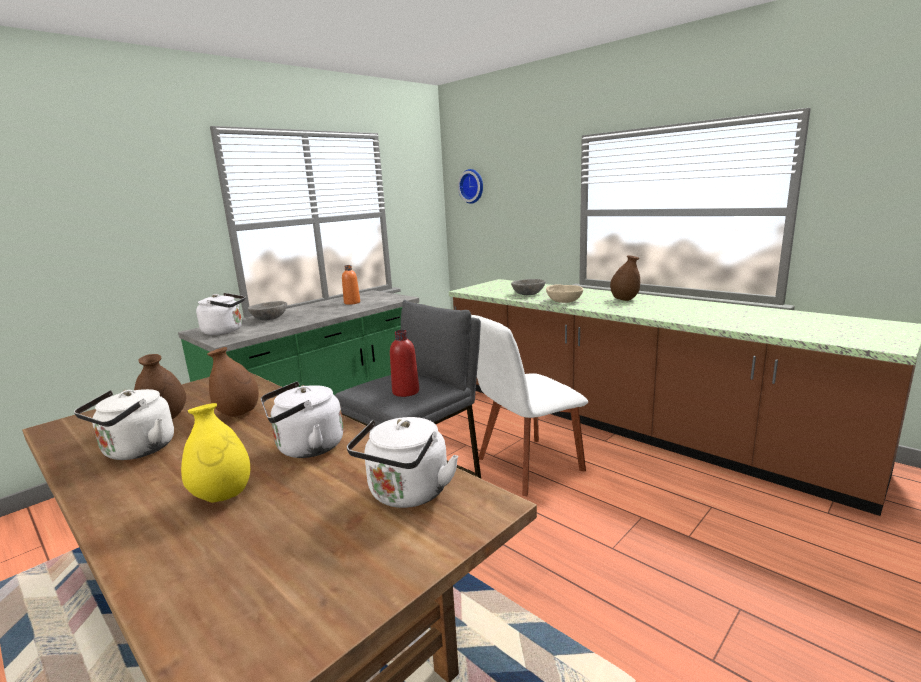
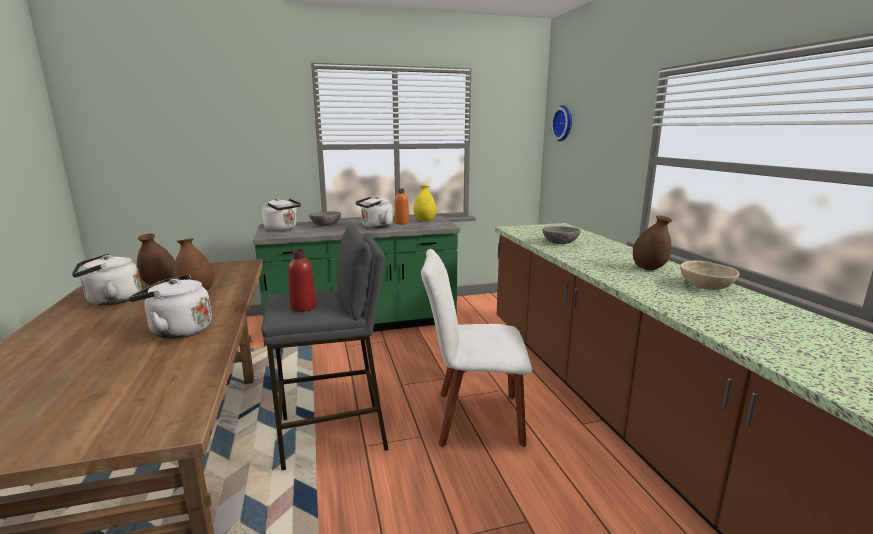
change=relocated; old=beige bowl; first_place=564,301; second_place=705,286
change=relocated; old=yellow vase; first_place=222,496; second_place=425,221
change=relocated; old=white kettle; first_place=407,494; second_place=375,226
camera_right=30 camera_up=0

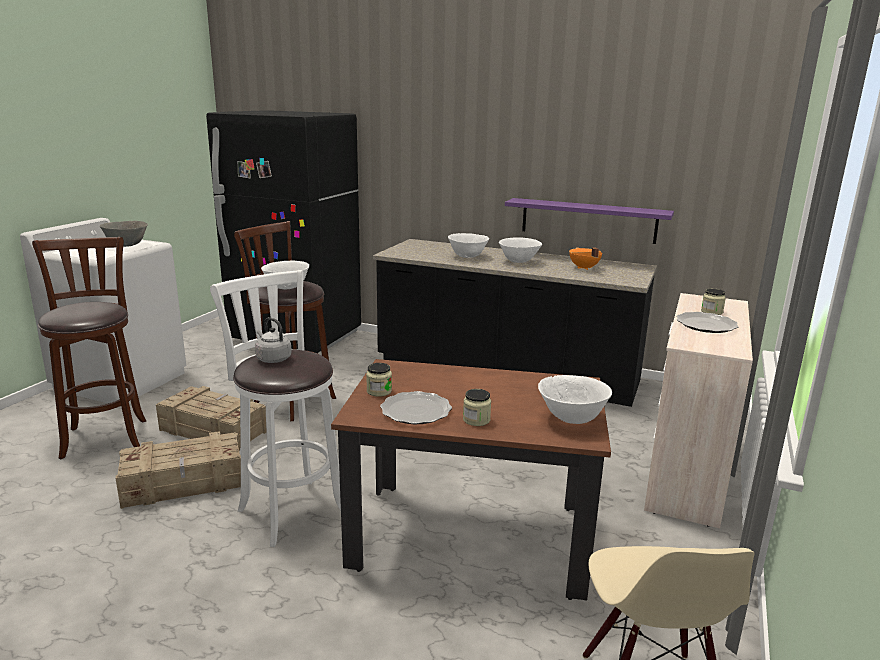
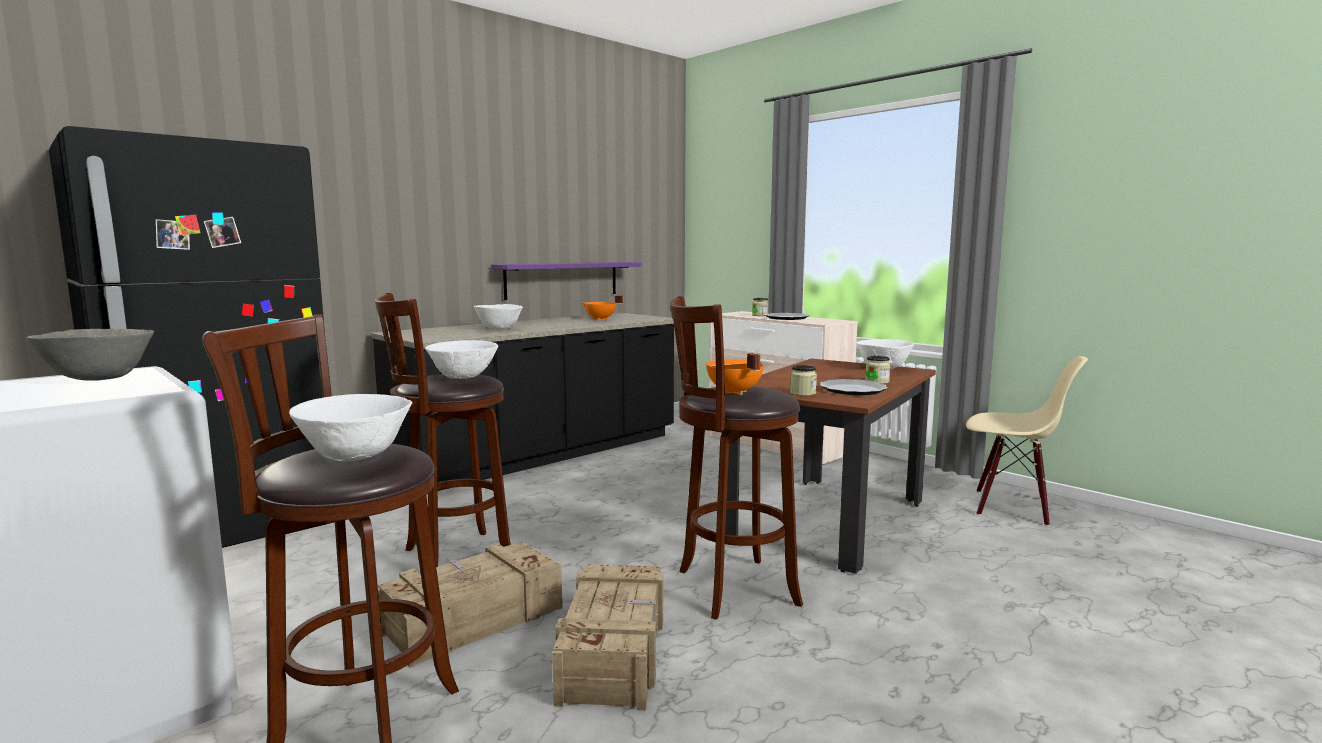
change=relocated; old=white bowl; first_place=519,262; second_place=356,457
change=colour; old=white stool; new=brown stool; first_place=290,508; second_place=731,588
change=exchanged; old=grey kettle; new=orange cooking pot; first_place=272,359; second_place=733,392
camera_right=-65 camera_up=-10

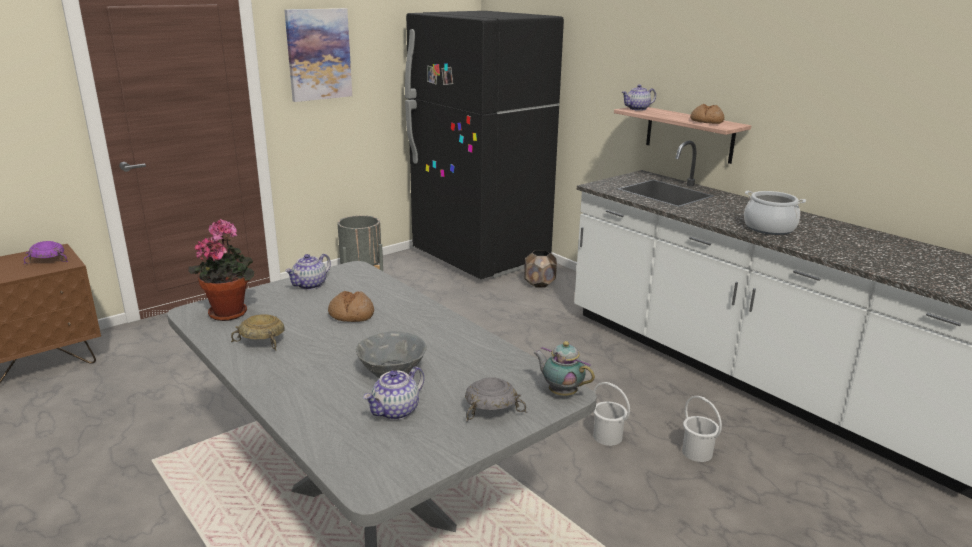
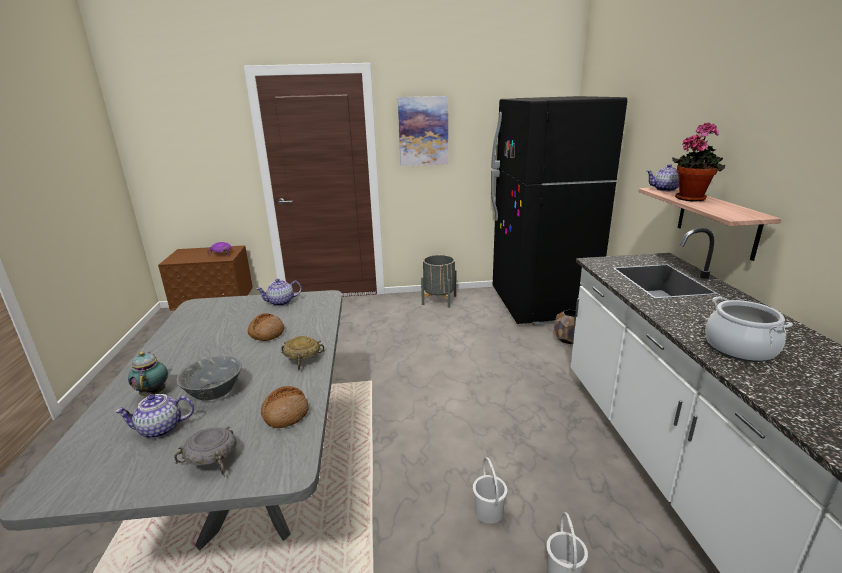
change=relocated; old=bread; first_place=706,121; second_place=285,413
change=relocated; old=potted plant; first_place=230,312; second_place=691,198
change=relocated; old=beige bowl; first_place=263,342; second_place=302,360
change=relocated; old=teapot; first_place=561,392; second_place=154,392
camera_right=35 camera_up=0

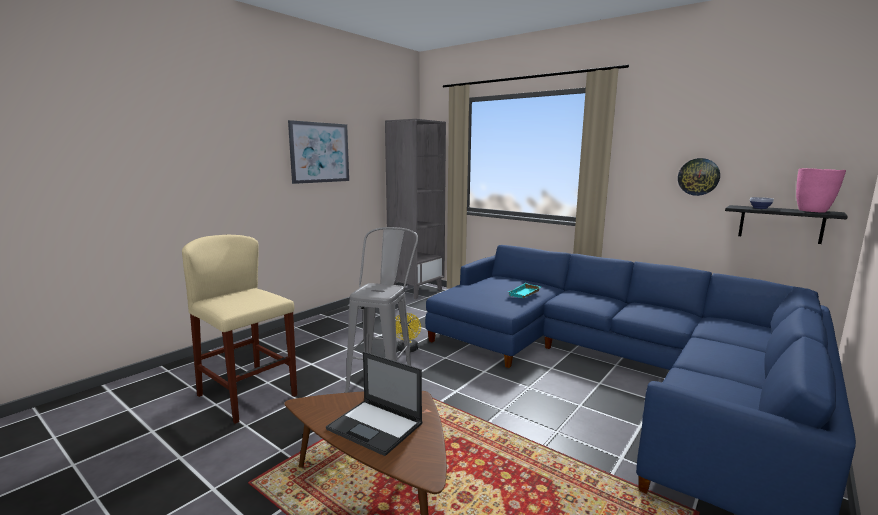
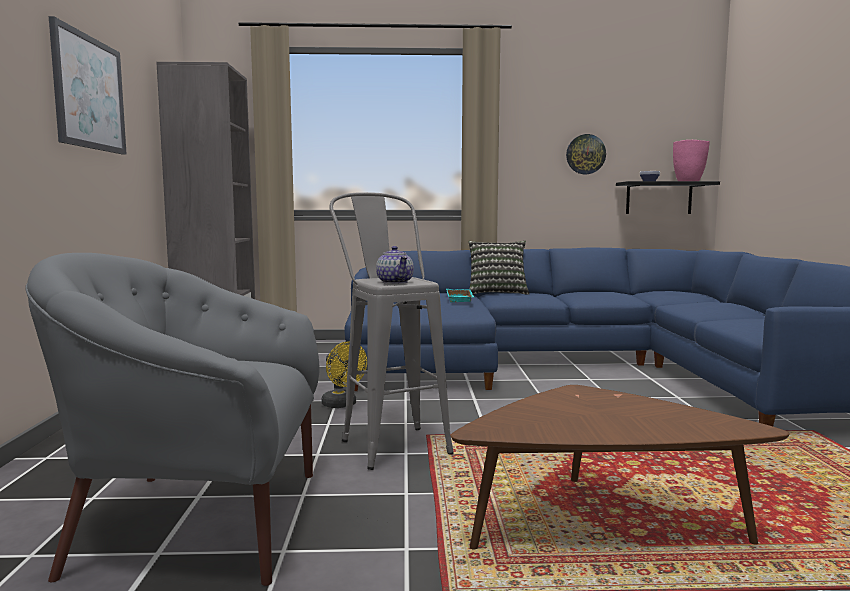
change=exchanged; old=beige stool; new=grey armchair; first_place=247,395; second_place=198,521
change=missing; old=laptop; first_place=376,426
change=appeared; new=pillow; second_place=497,292
change=appeared; new=teapot; second_place=395,282
camera_right=-40 camera_up=-5

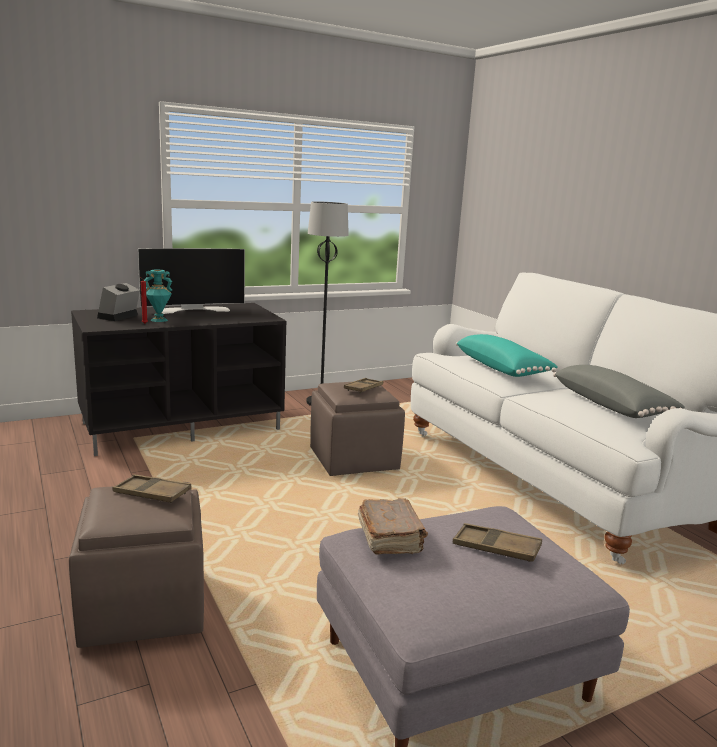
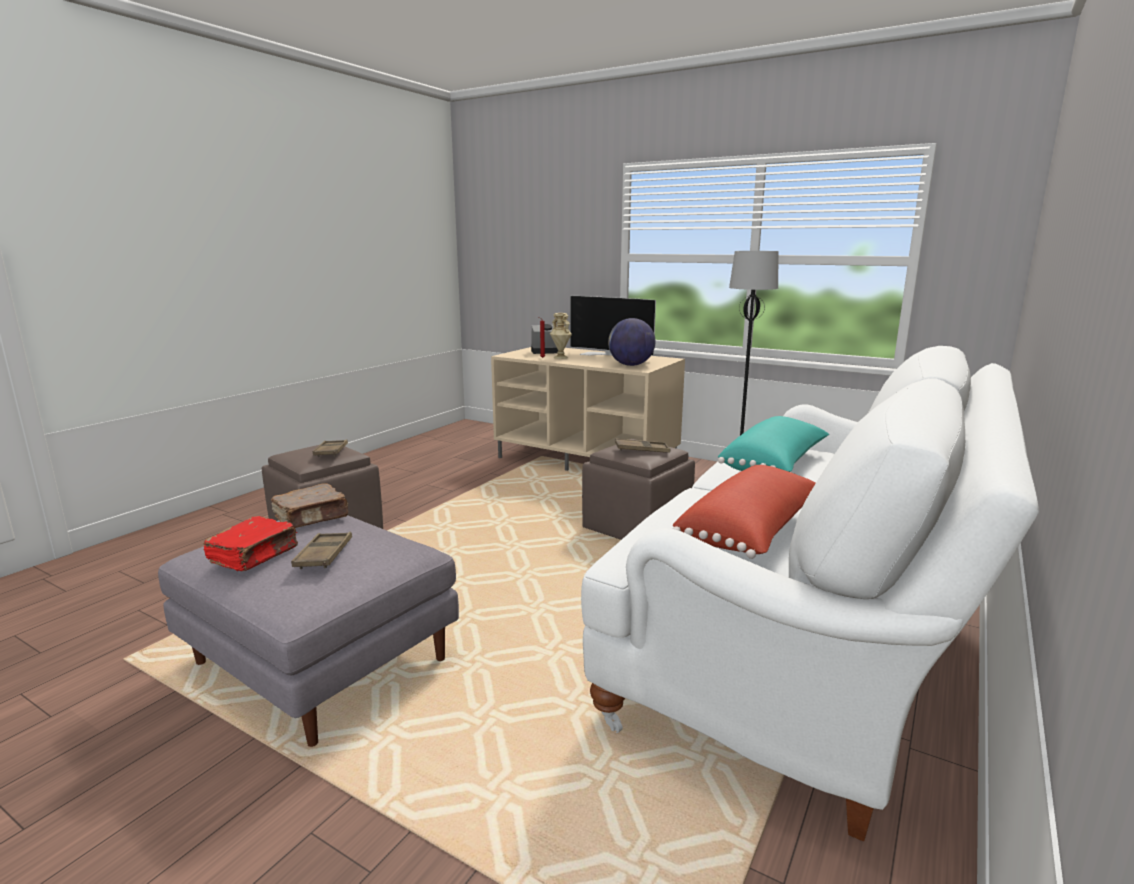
change=colour; old=turquoise vase; new=beige vase; first_place=159,320; second_place=560,357
change=colour; old=black tv stand; new=beige tv stand; first_place=183,426; second_place=588,460
change=colour; old=grey pillow; new=red pillow; first_place=612,406; second_place=753,532
change=appeared; new=globe; second_place=631,365
change=appeared; new=red book; second_place=255,556
camera_right=60 camera_up=0

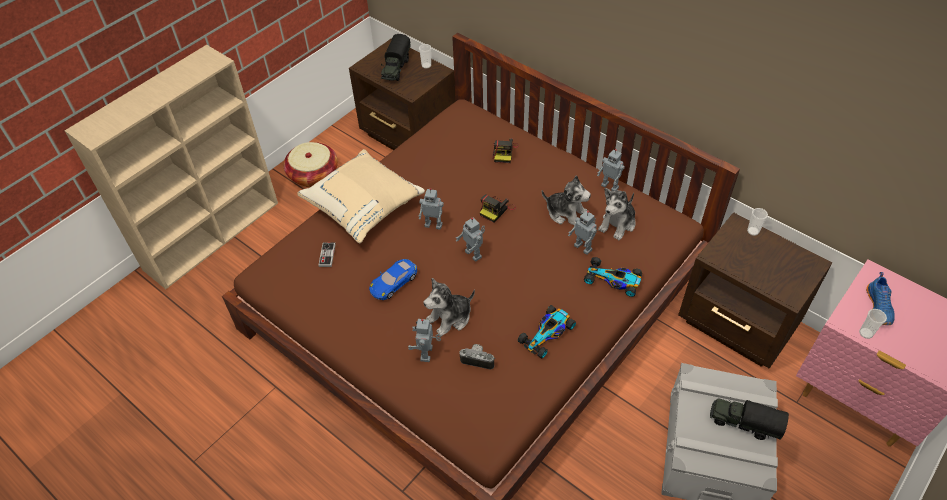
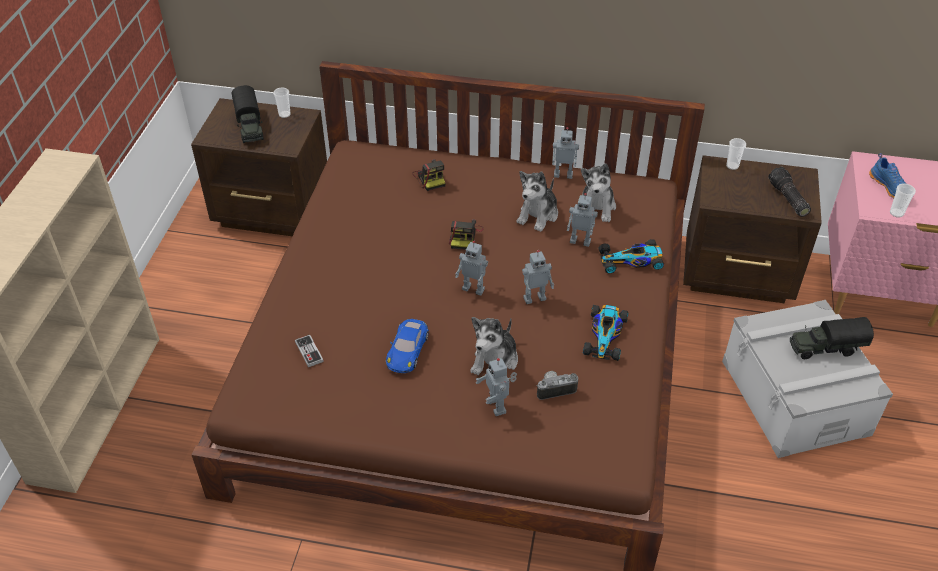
change=missing; old=basket; first_place=313,174
change=missing; old=beige pillow; first_place=364,207
change=spun; old=plush toy; first_place=566,213; second_place=538,215; degrees=120
change=relocated; old=toy robot; first_place=433,224; second_place=534,298
change=appeared; new=flashlight; second_place=787,198
camera_right=-30 camera_up=-5

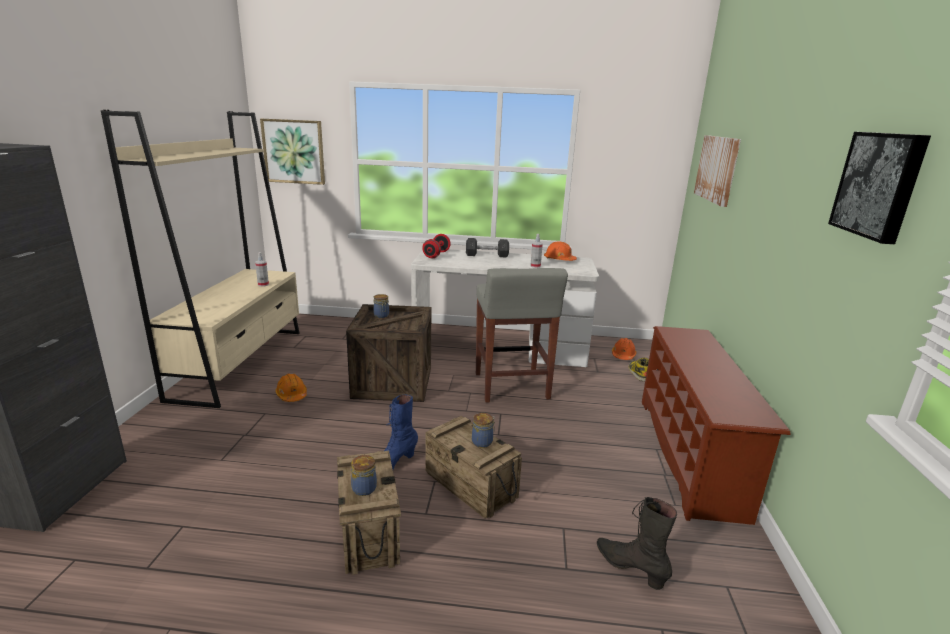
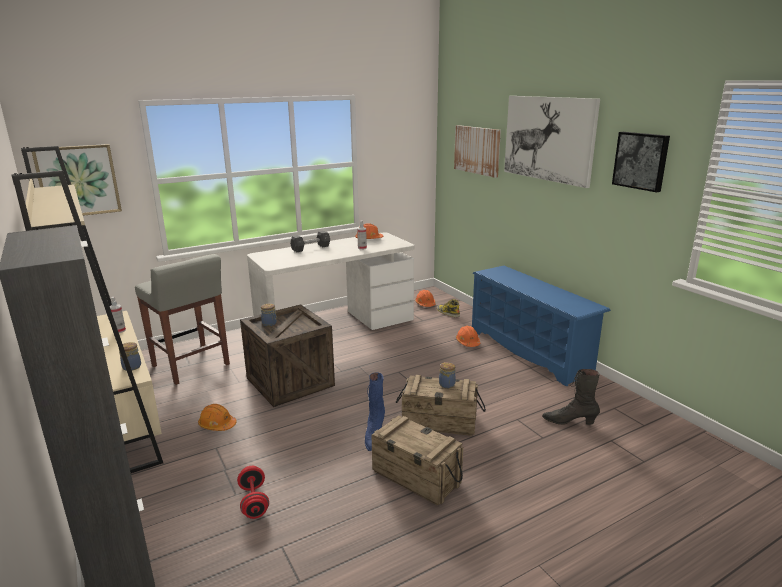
change=relocated; old=red dumbbell; first_place=436,255; second_place=254,502
change=relocated; old=grey stool; first_place=511,387; second_place=191,366
change=colour; old=brown shoe rack; new=blue shoe rack; first_place=690,454; second_place=530,351
change=relocated; old=jar; first_place=363,488; second_place=131,367
change=appeared; new=picture; second_place=548,139
change=appeared; new=orange hard hat; second_place=468,342
camera_right=-35 camera_up=0

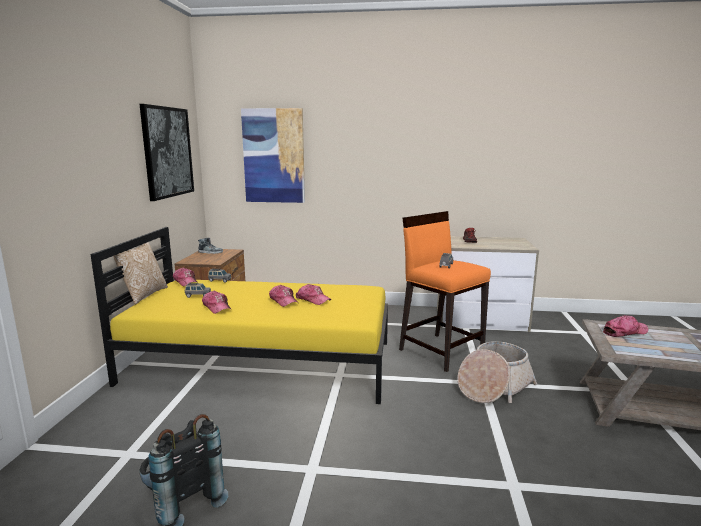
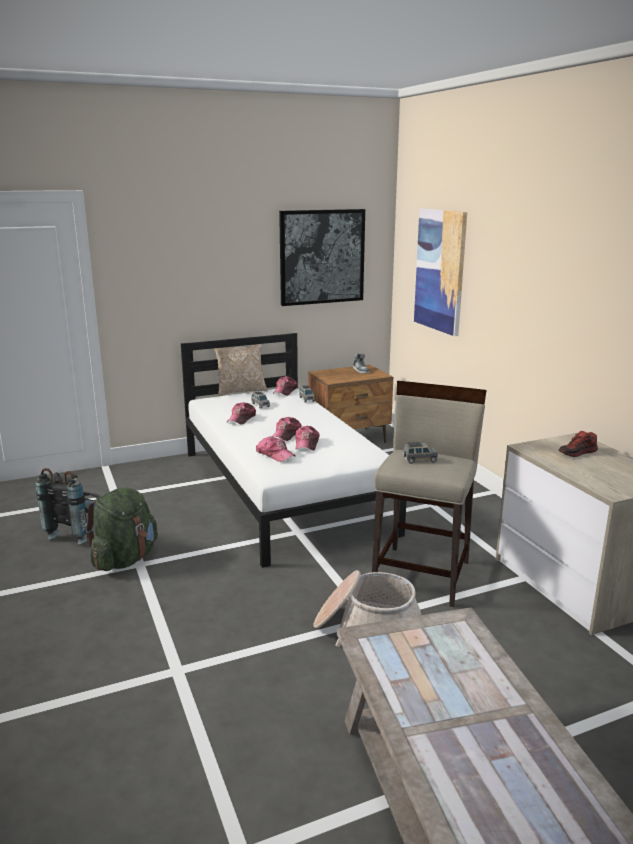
change=colour; old=orange stool; new=beige stool; first_place=440,351; second_place=422,574
change=colour; old=yellow bed; new=white bed; first_place=262,361; second_place=283,490
change=relocated; old=cap; first_place=624,332; second_place=275,454
change=appeared; new=green backpack; second_place=125,559
camera_right=60 camera_up=5

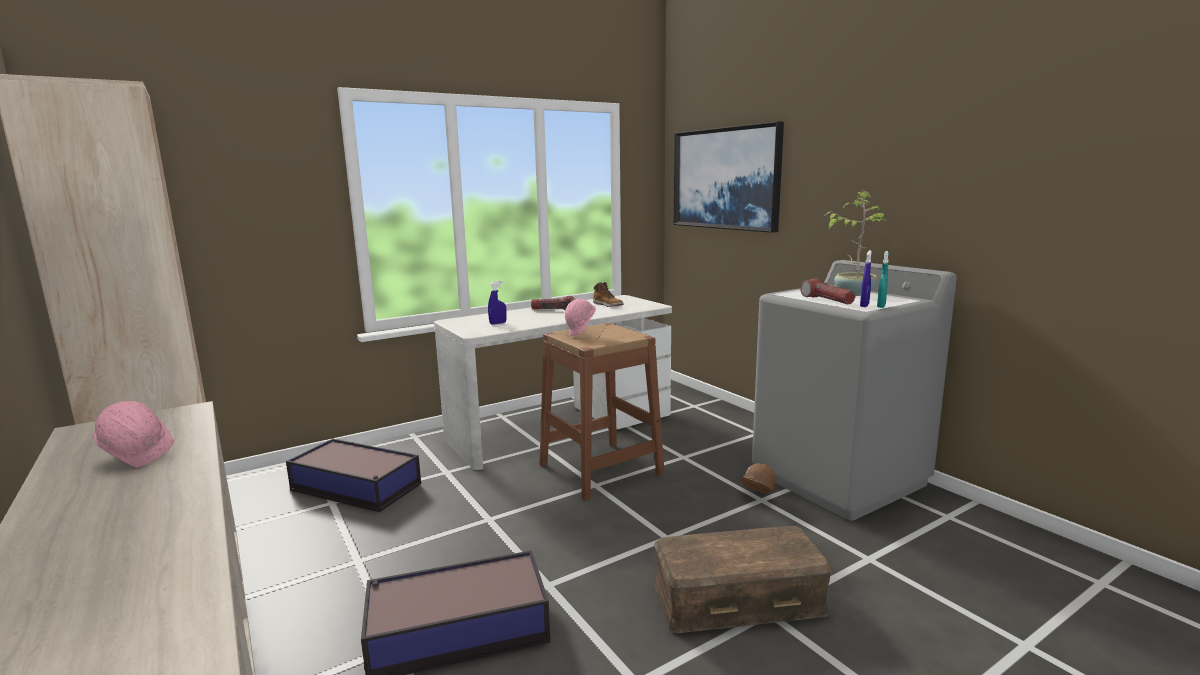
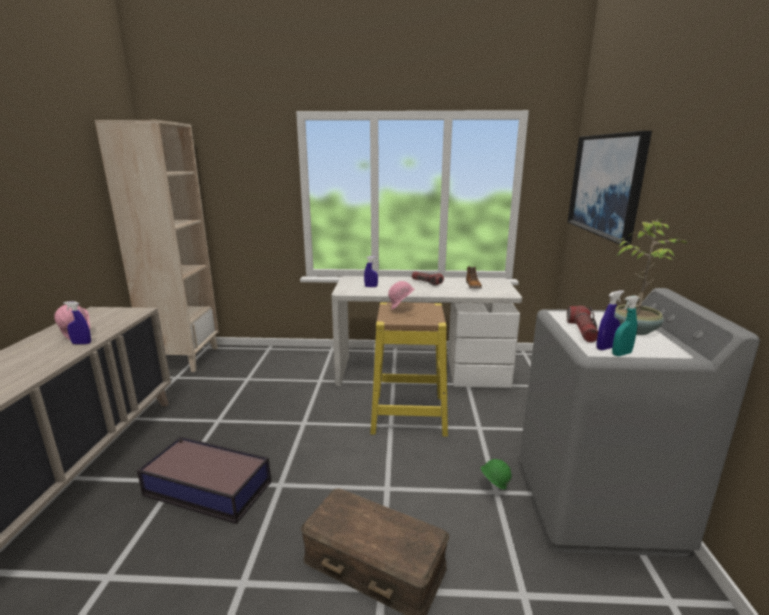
change=colour; old=brown stool; new=yellow stool; first_place=600,469; second_place=408,414
change=missing; old=storage box; first_place=357,487
change=colour; old=brown hard hat; new=green hard hat; first_place=756,498; second_place=493,489
change=appeared; new=blue spray bottle; second_place=81,343
camera_right=35 camera_up=5

